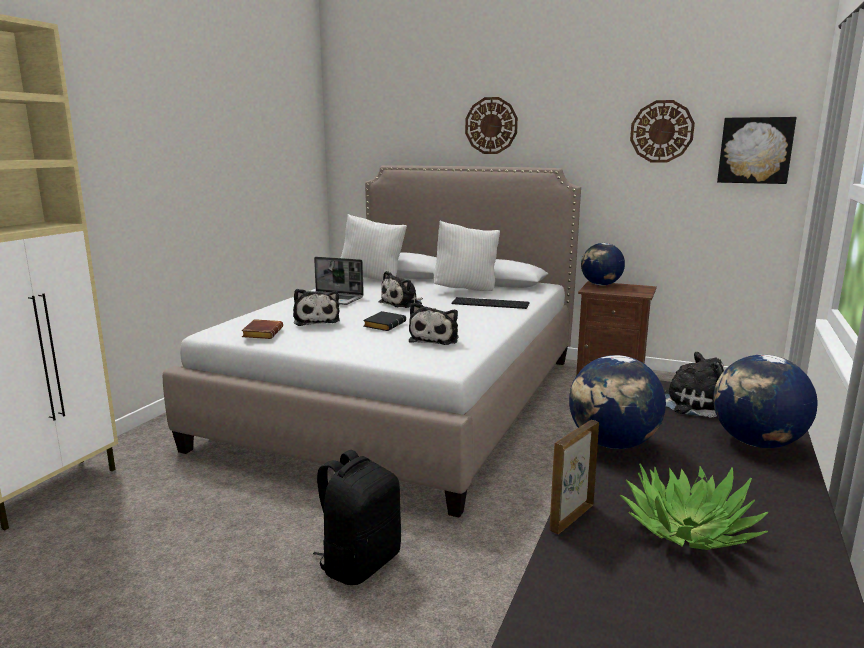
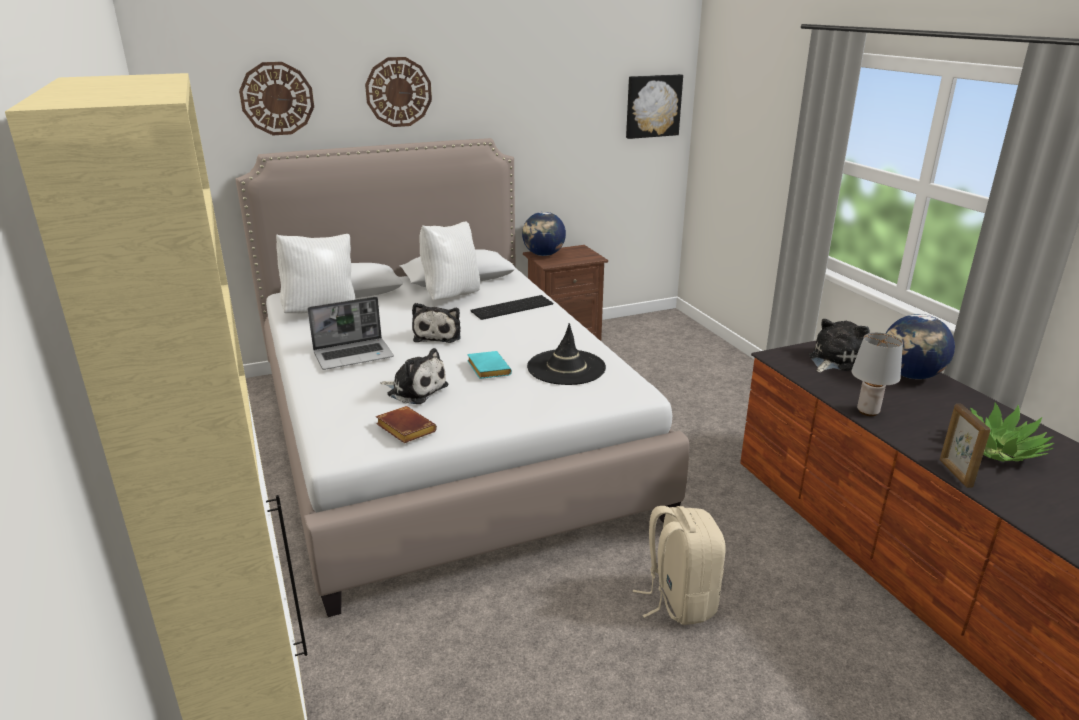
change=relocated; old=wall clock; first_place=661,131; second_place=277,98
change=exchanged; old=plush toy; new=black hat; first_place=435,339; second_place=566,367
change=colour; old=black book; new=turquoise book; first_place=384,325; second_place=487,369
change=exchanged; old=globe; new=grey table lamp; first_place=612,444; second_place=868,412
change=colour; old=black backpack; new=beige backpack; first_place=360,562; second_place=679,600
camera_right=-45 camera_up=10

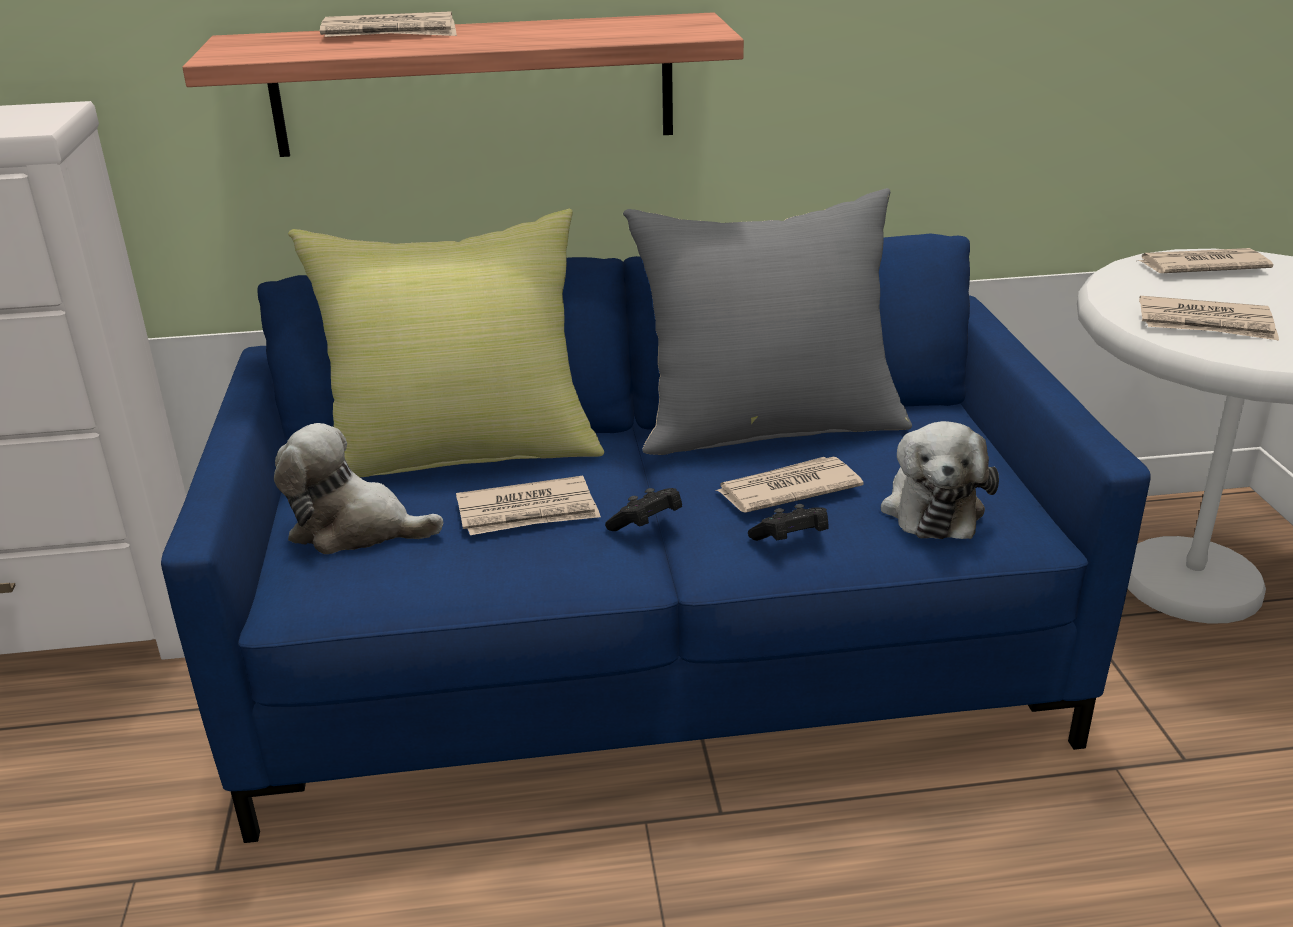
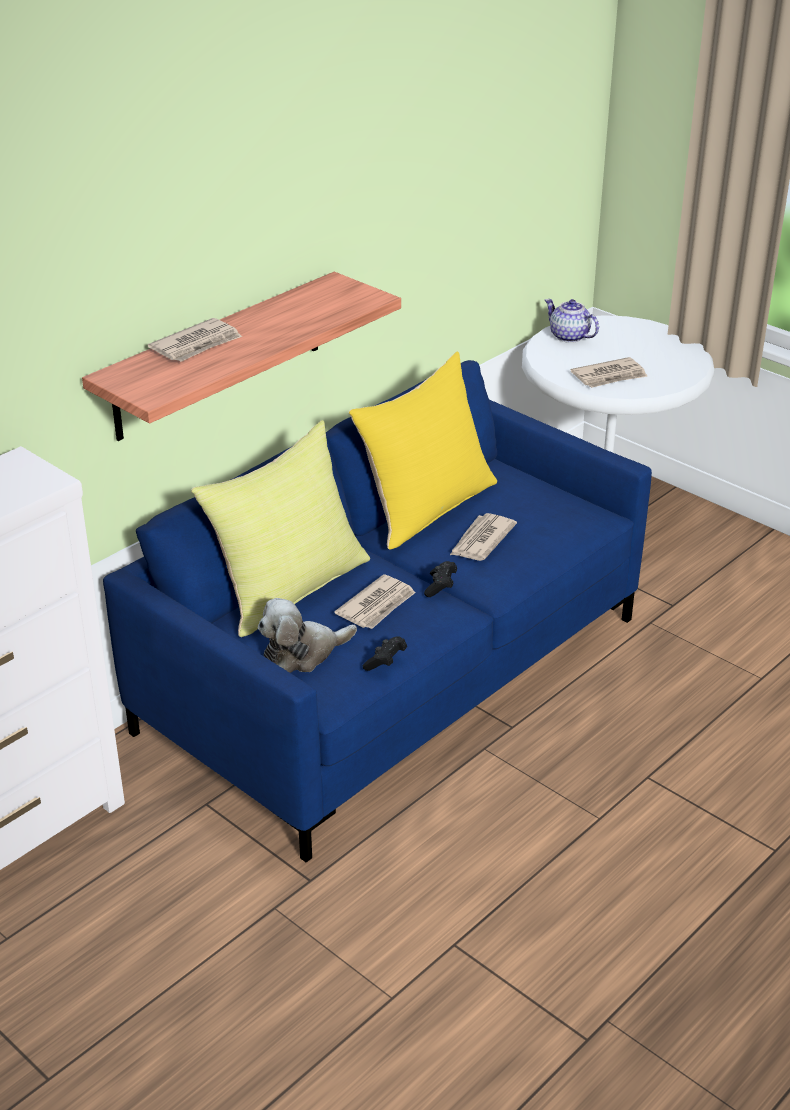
change=colour; old=grey pillow; new=yellow pillow; first_place=769,426; second_place=427,508
change=exchanged; old=newspaper; new=teapot; first_place=1200,266; second_place=569,337
change=missing; old=plush toy; first_place=932,507
change=relocated; old=black game controller; first_place=791,540; second_place=385,662
camera_right=-40 camera_up=5

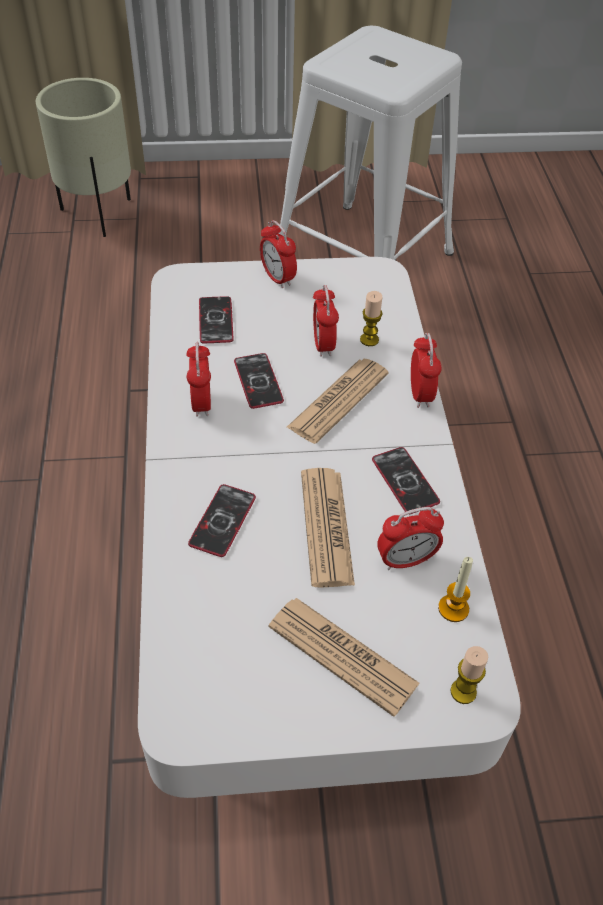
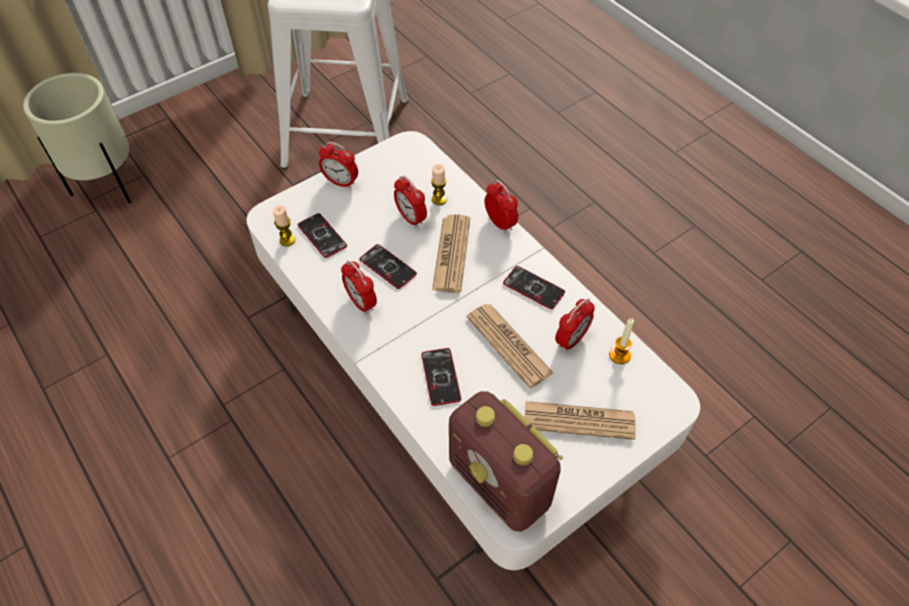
change=relocated; old=candle; first_place=463,692; second_place=287,240
change=appeared; new=radio; second_place=500,484
camera_right=-30 camera_up=5

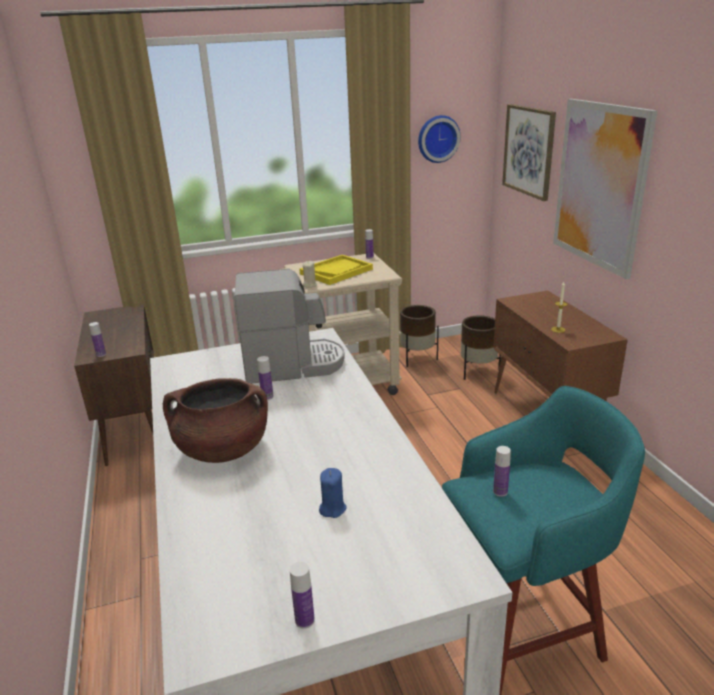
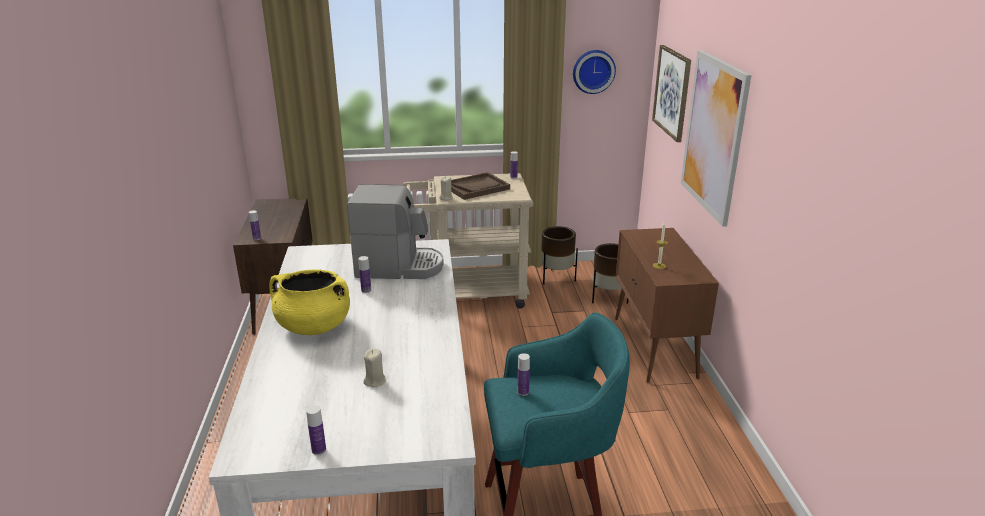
change=colour; old=yellow tray; new=brown tray; first_place=336,271; second_place=476,187
change=colour; old=brown cooking pot; new=yellow cooking pot; first_place=222,450; second_place=313,326
change=colour; old=blue candle; new=beige candle; first_place=332,508; second_place=375,381
camera_right=10 camera_up=0

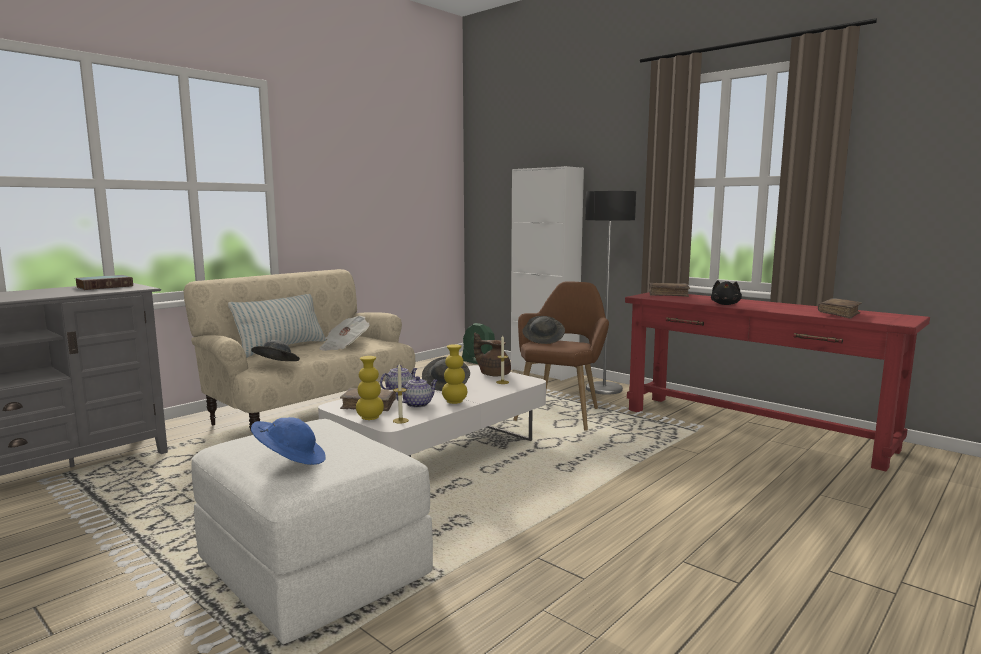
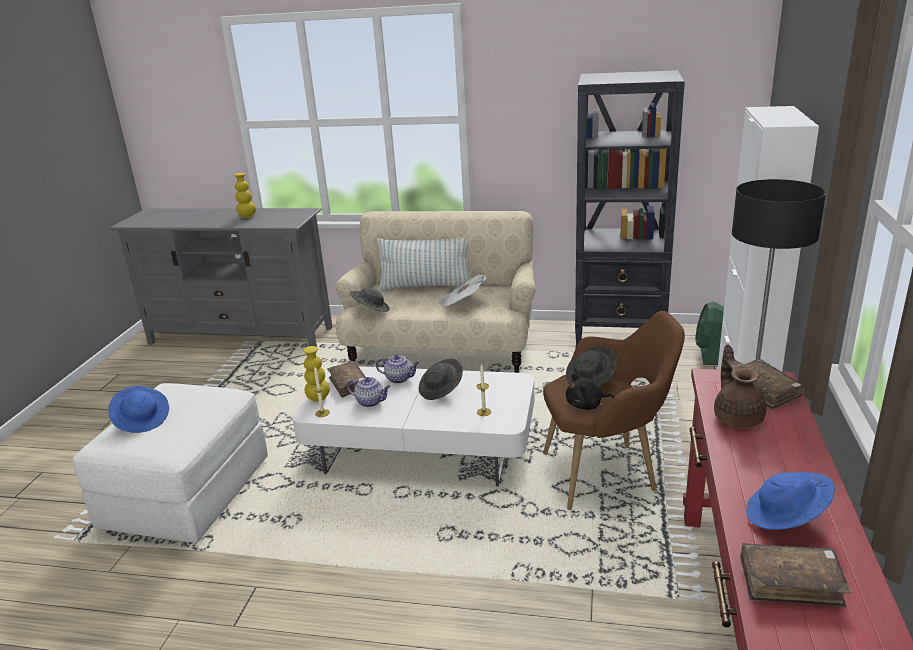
change=missing; old=book; first_place=105,286
change=relocated; old=black plush toy; first_place=725,304; second_place=586,405
change=relocated; old=brown teapot; first_place=493,374; second_place=737,417
change=relocated; old=yellow vase; first_place=454,402; second_place=247,216
change=appeared; new=black bookcase; second_place=620,339
change=appeared; new=blue hat; second_place=786,517
camera_right=60 camera_up=15

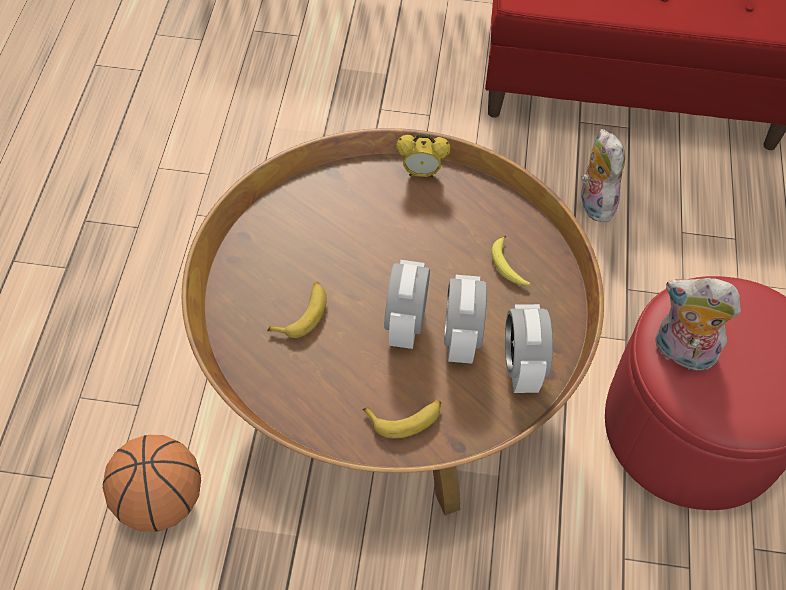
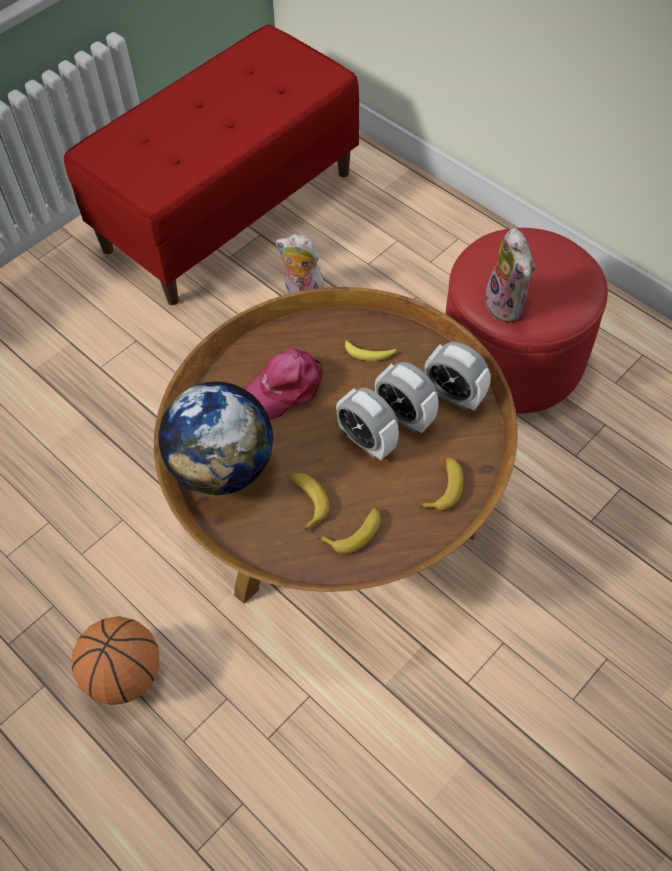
change=missing; old=alarm clock; first_place=421,173
change=spun; old=plush toy; first_place=681,353; second_place=508,305; degrees=-75
change=relocated; old=basketball; first_place=160,501; second_place=124,675
change=appeared; new=pink cap; second_place=285,387
change=appeared; new=globe; second_place=222,468
change=appeared; new=banana; second_place=354,532
camera_right=-50 camera_up=0

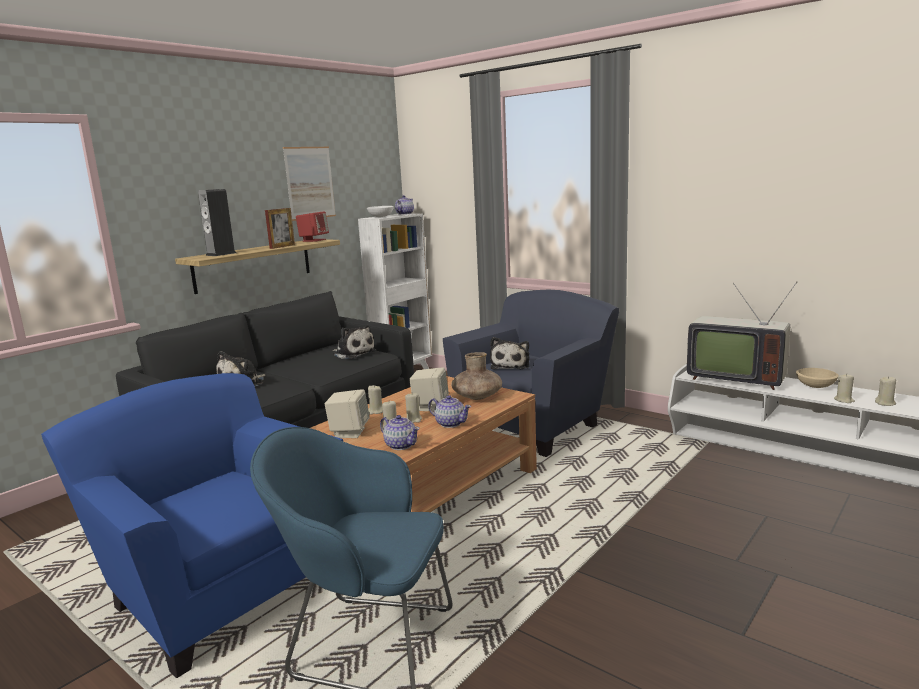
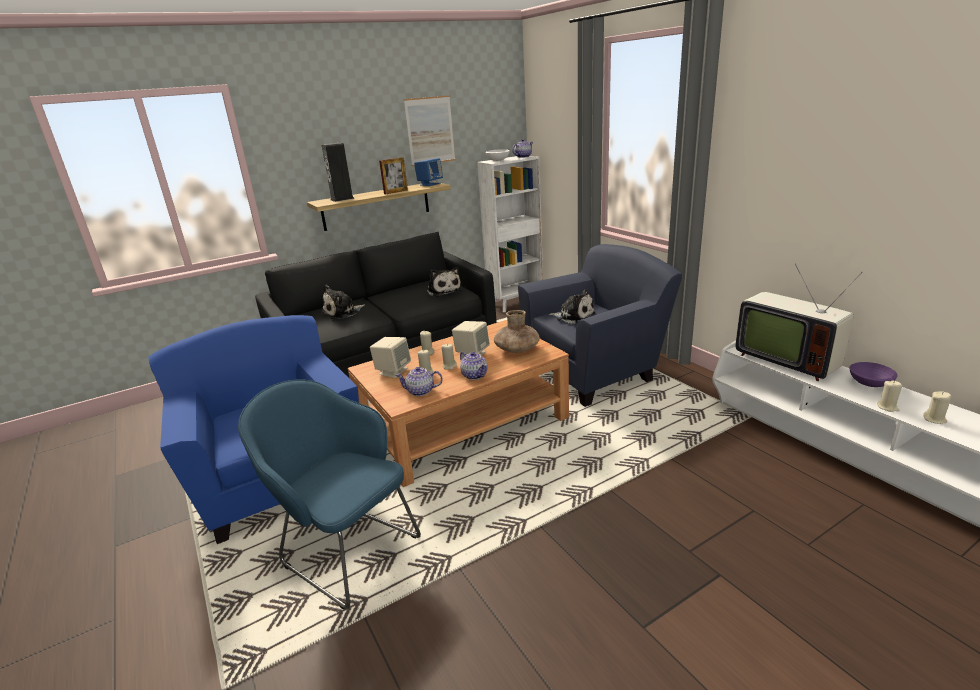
change=colour; old=red speaker; new=blue speaker; first_place=314,240; second_place=430,184
change=spun; old=plush toy; first_place=511,365; second_place=573,317; degrees=-90
change=colour; old=beige bowl; new=purple bowl; first_place=816,386; second_place=870,383
change=spun; old=teapot; first_place=401,445; second_place=421,391; degrees=120
camera_right=20 camera_up=10

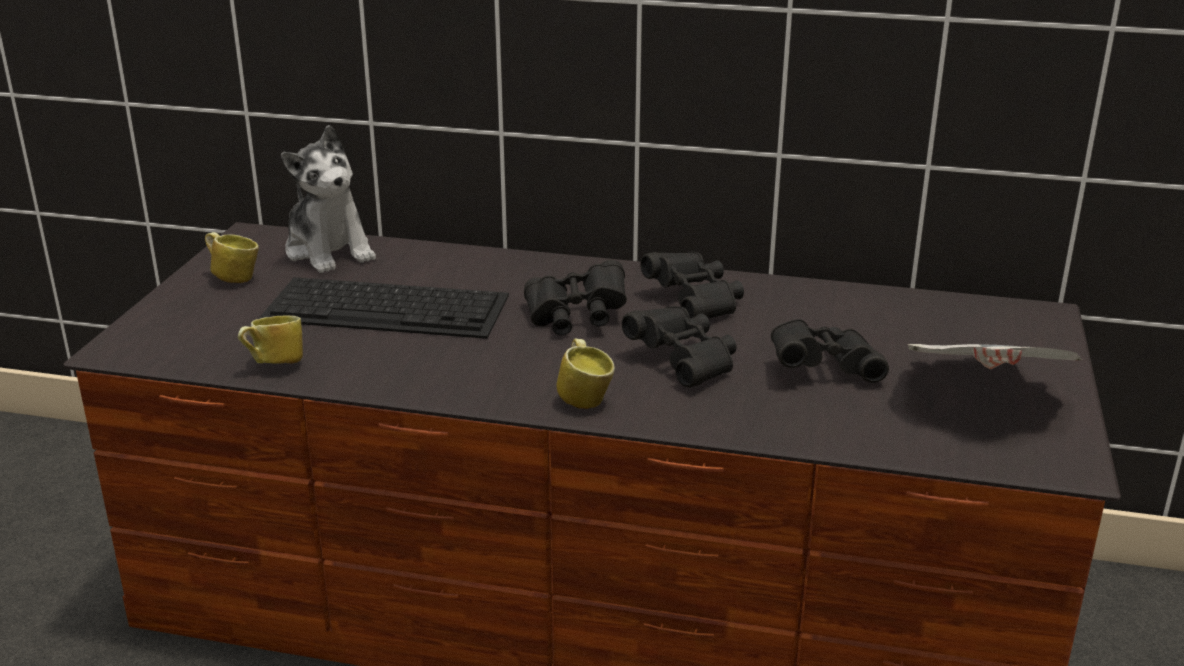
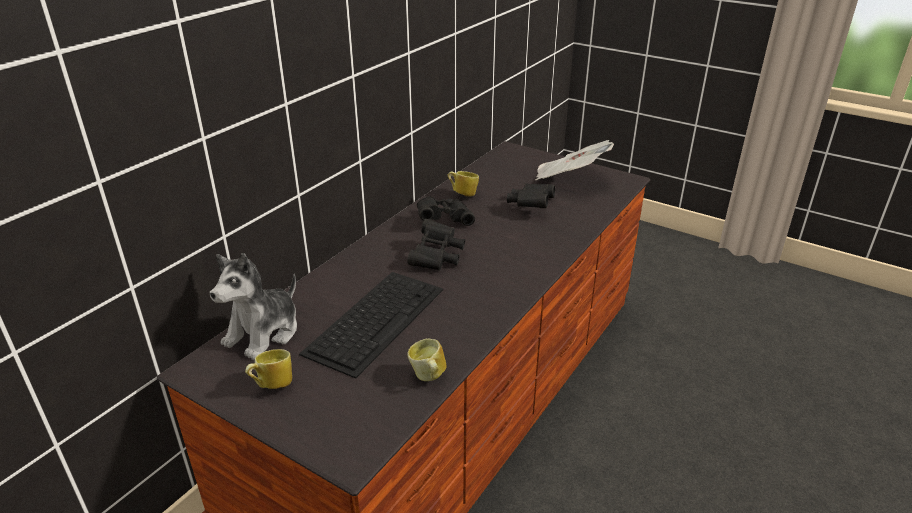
change=spun; old=plush toy; first_place=329,251; second_place=264,333; degrees=135
change=missing; old=black binoculars; first_place=684,362
change=relocated; old=mug; first_place=584,398; second_place=463,194
camera_right=-70 camera_up=5

